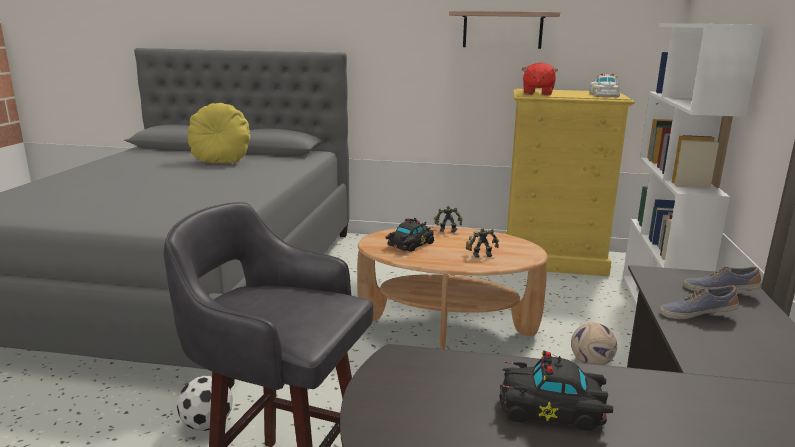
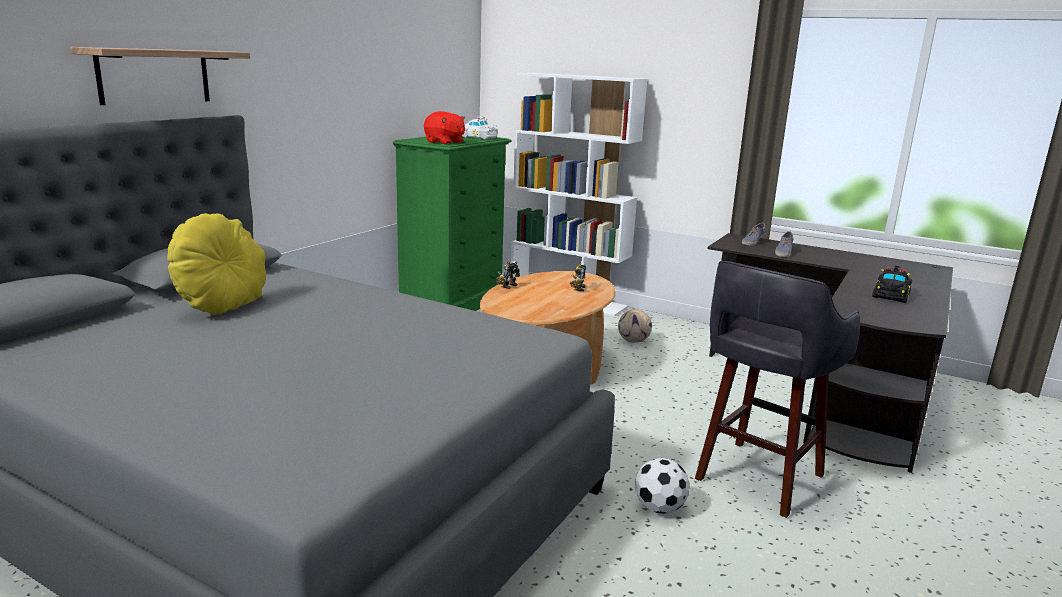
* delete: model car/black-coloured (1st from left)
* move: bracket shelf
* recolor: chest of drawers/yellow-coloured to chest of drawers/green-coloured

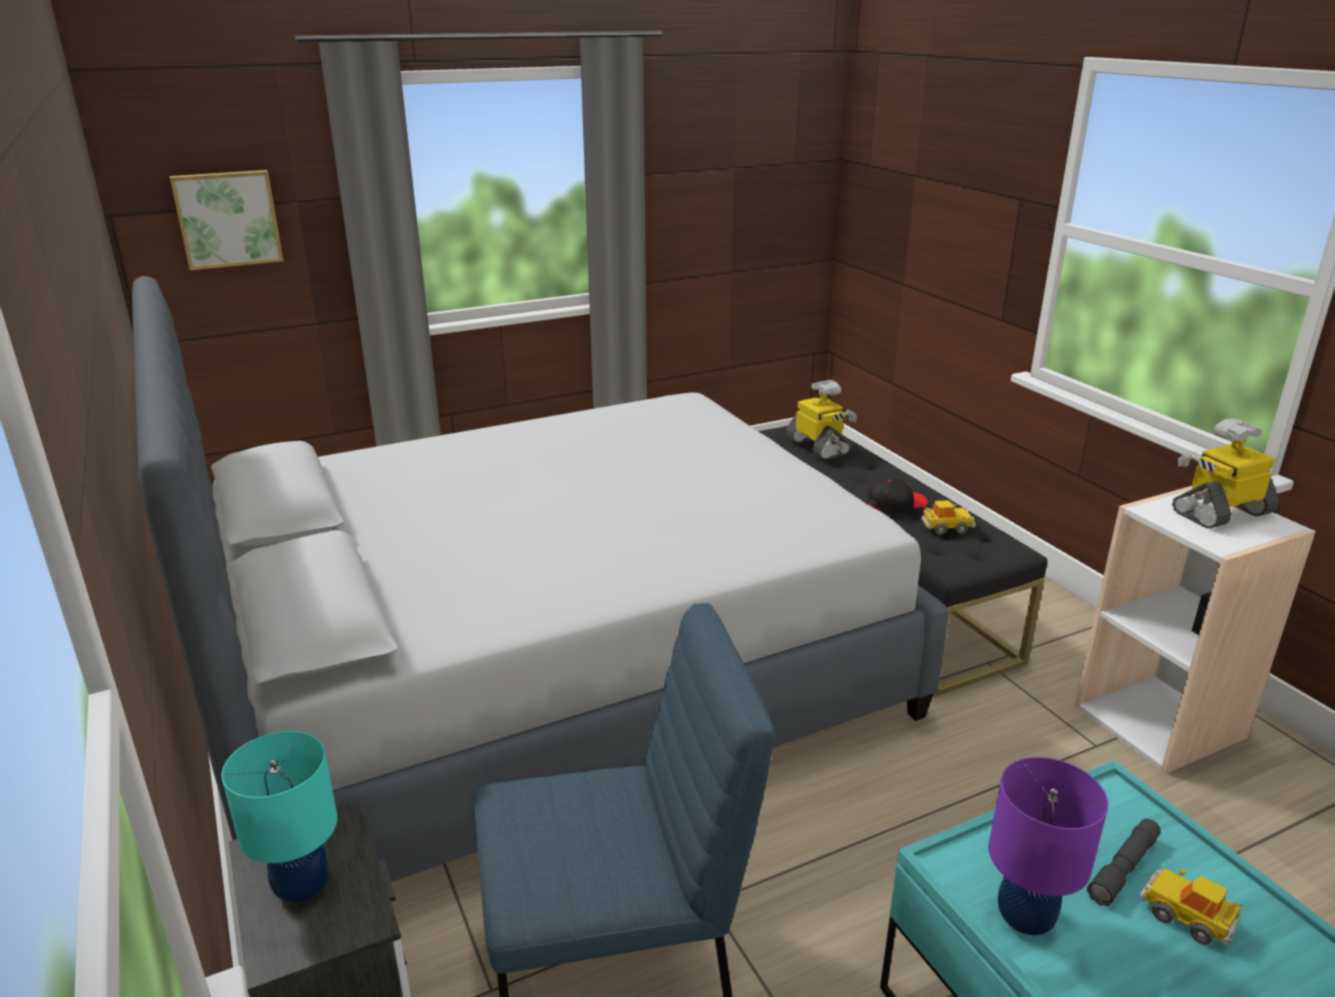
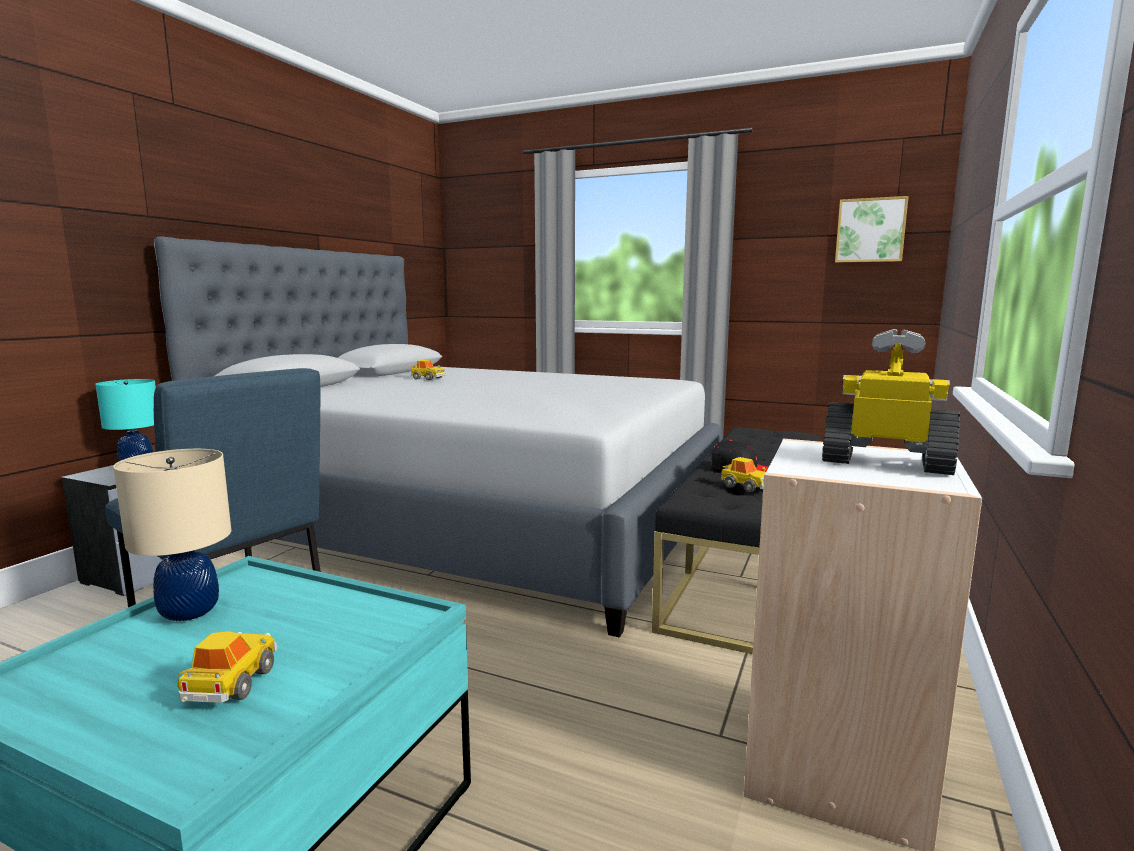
* move: picture
* delete: toy robot (1st from left)
* recolor: lamp for a table/purple to lamp for a table/sand-coloured
* delete: flashlight/gray
* insert: model car (2nd from left)

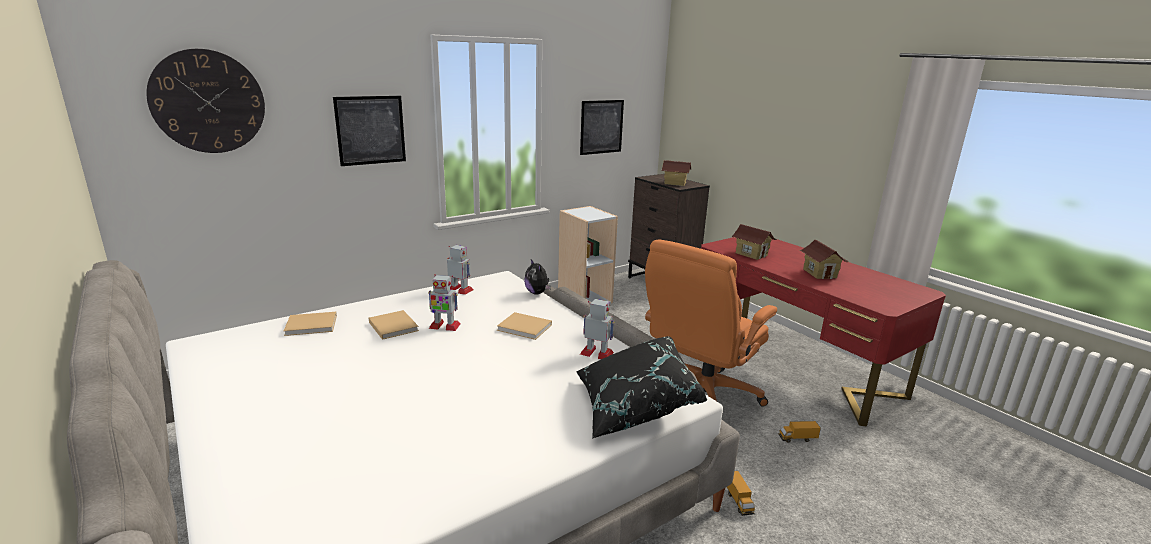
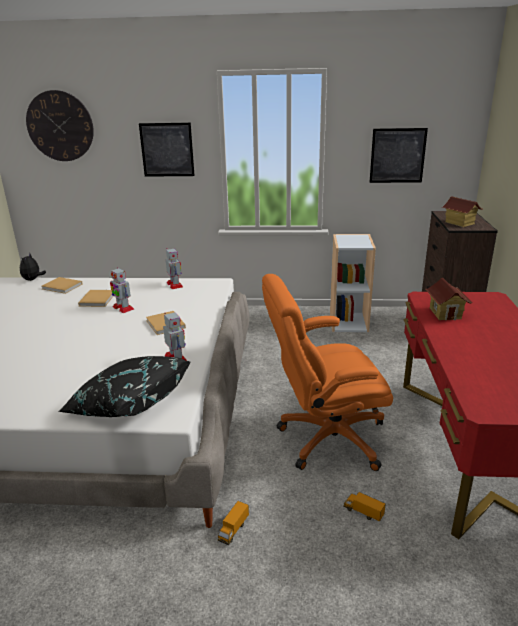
* move: plush toy
* delete: toy house (3rd from left)

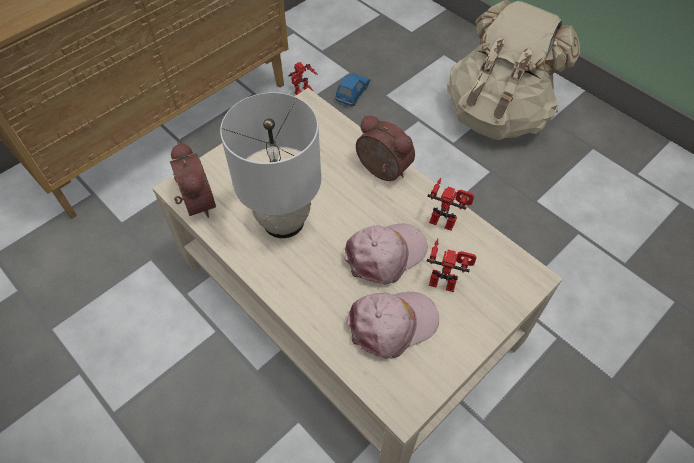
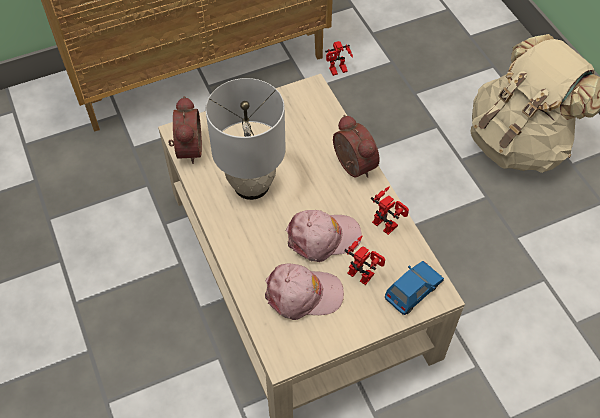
* move: model car/blue

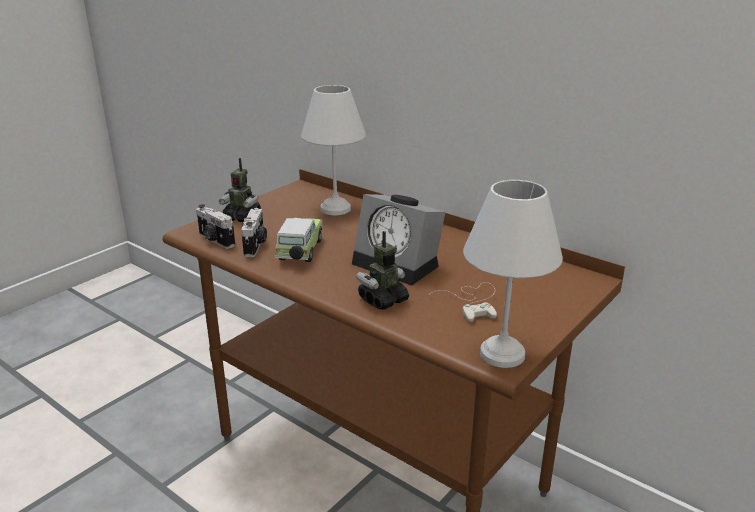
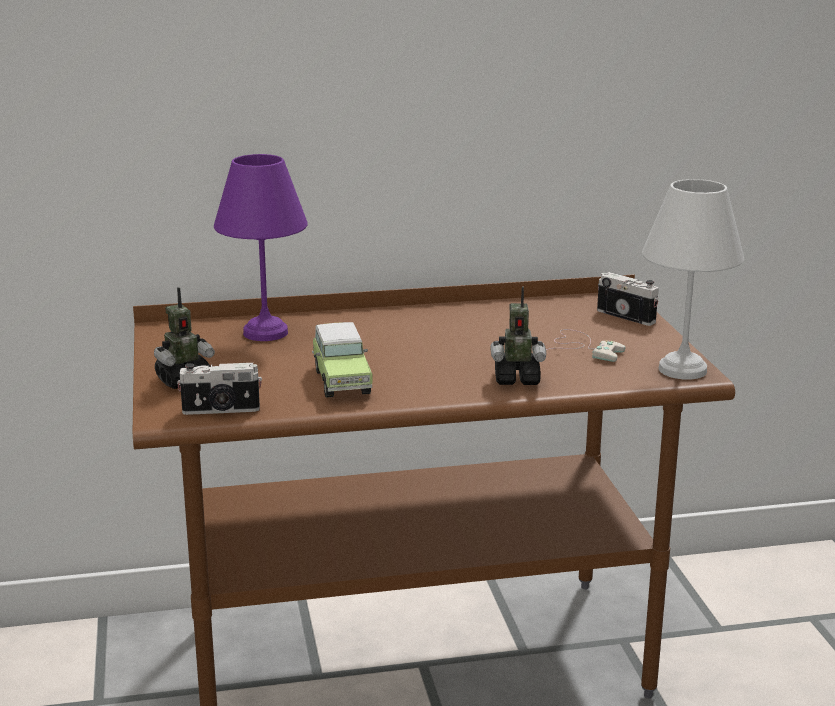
* move: still camera (2nd from left)
* rotate: model car 150 degrees counterclockwise
* recolor: lamp for a table/white (1st from left) to lamp for a table/purple
* delete: alarm clock
* rotate: toy robot (2nd from left) 90 degrees counterclockwise

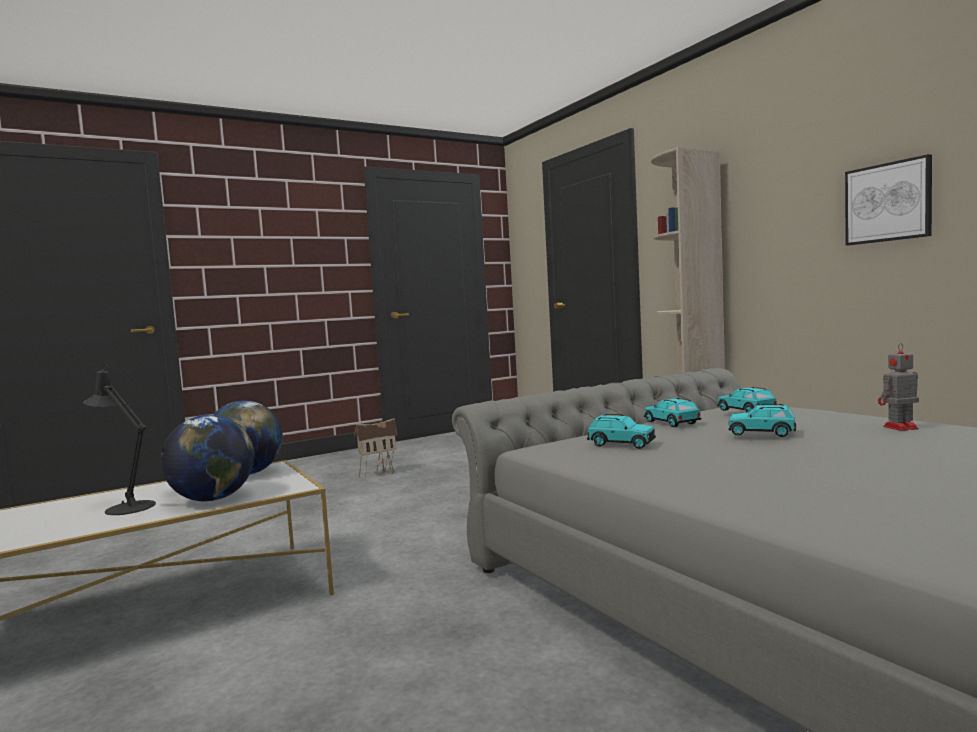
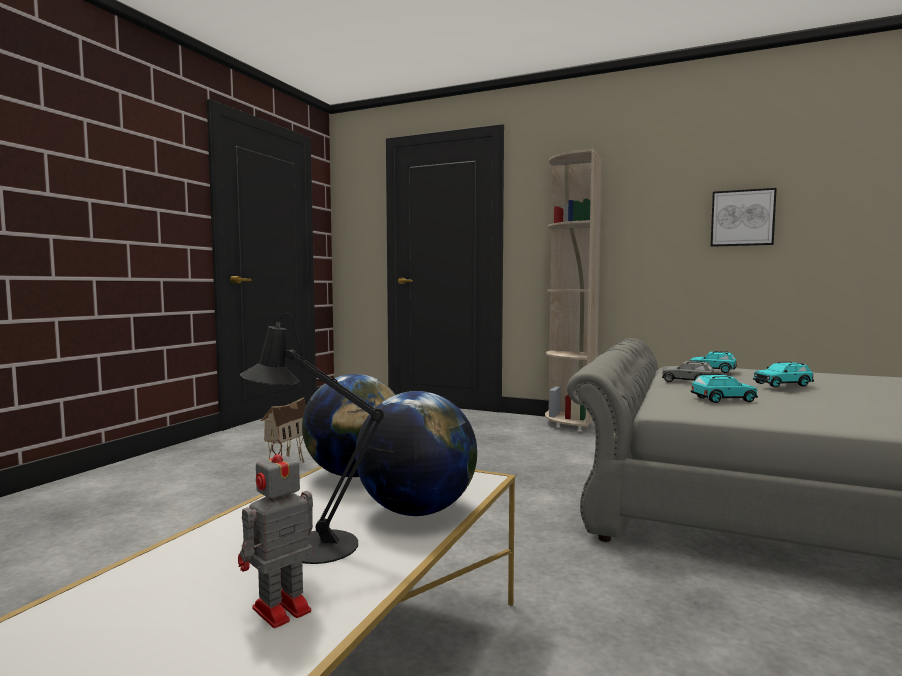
* recolor: model car/turquoise-coloured (2nd from left) to model car/gray
* move: toy robot

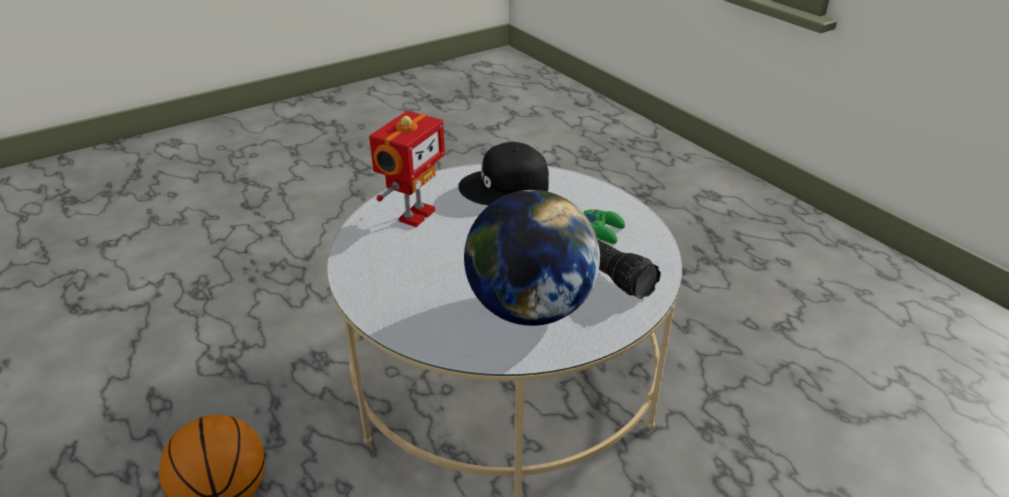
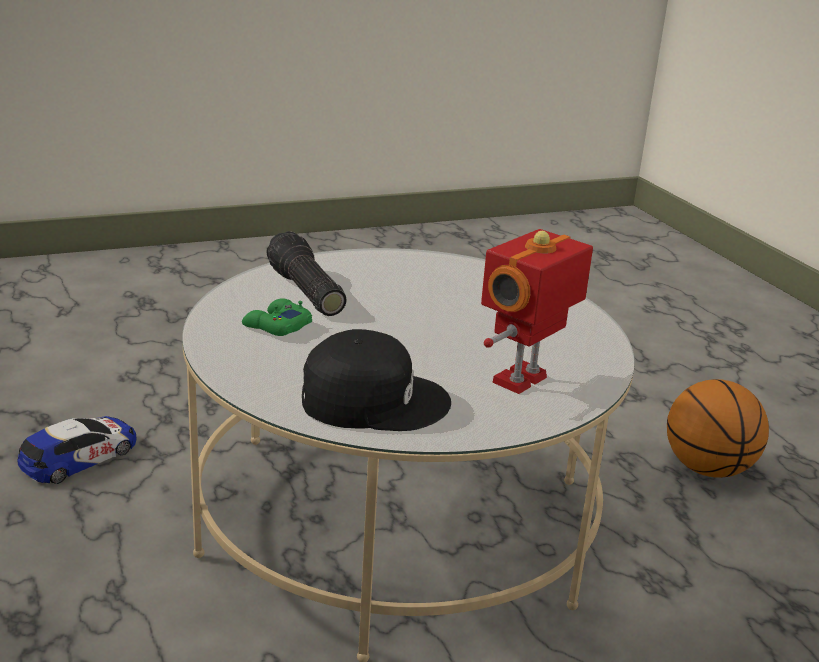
* delete: desk globe
* insert: model car

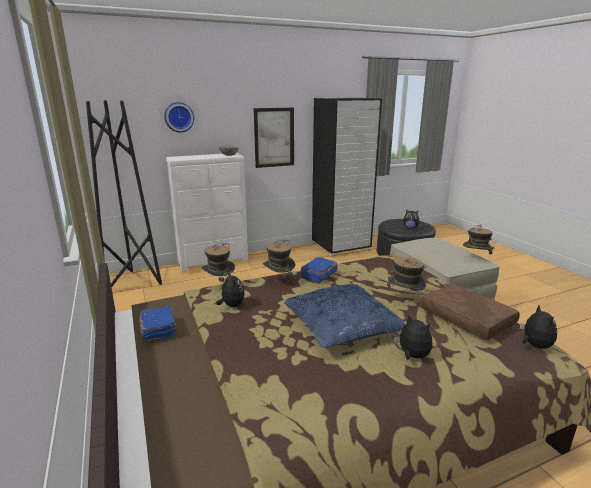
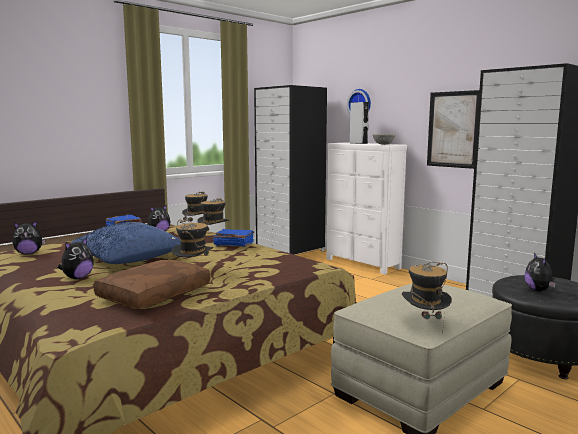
* replace: clothes rack/black-coloured to wardrobe (1st from left)
* move: plush toy (4th from left in the first image) to plush toy (1st from left)
* insert: speaker/gray

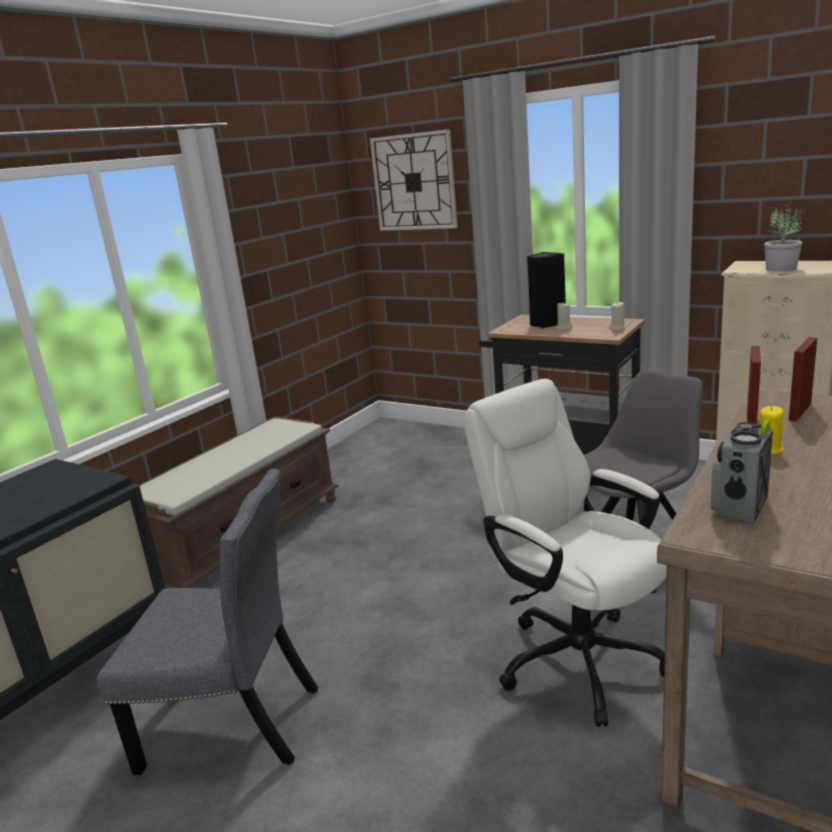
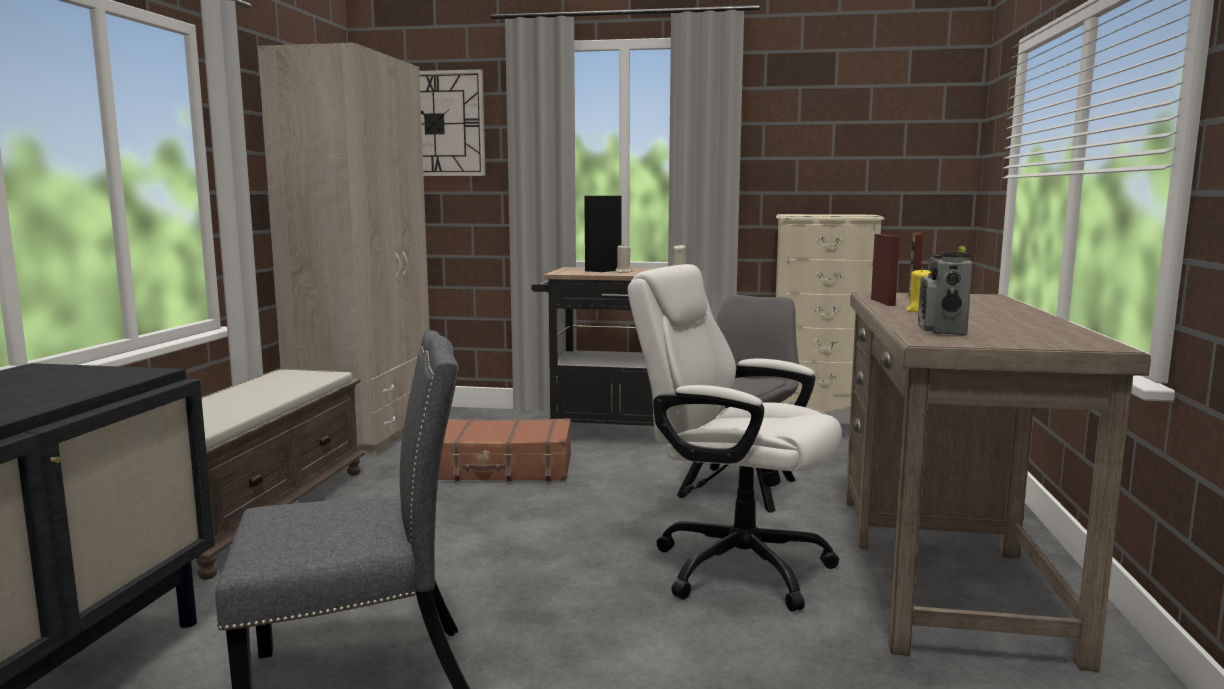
* delete: houseplant
* insert: wardrobe/sand-coloured
* insert: travel case/brownish

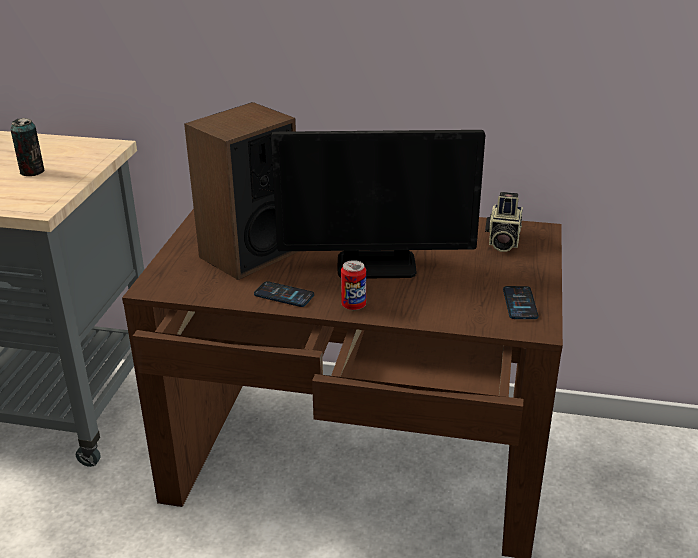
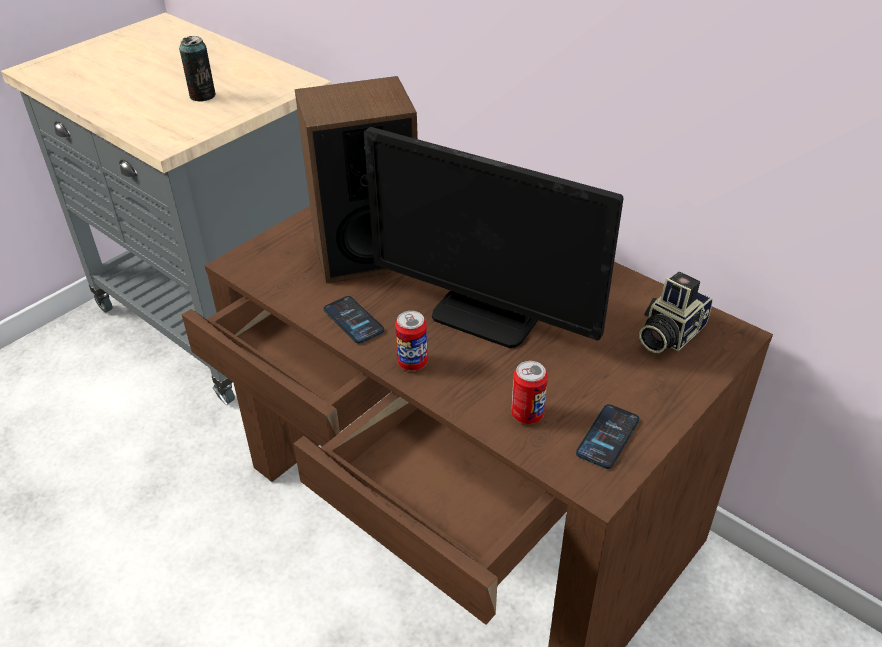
* insert: sealed can (3rd from left)

